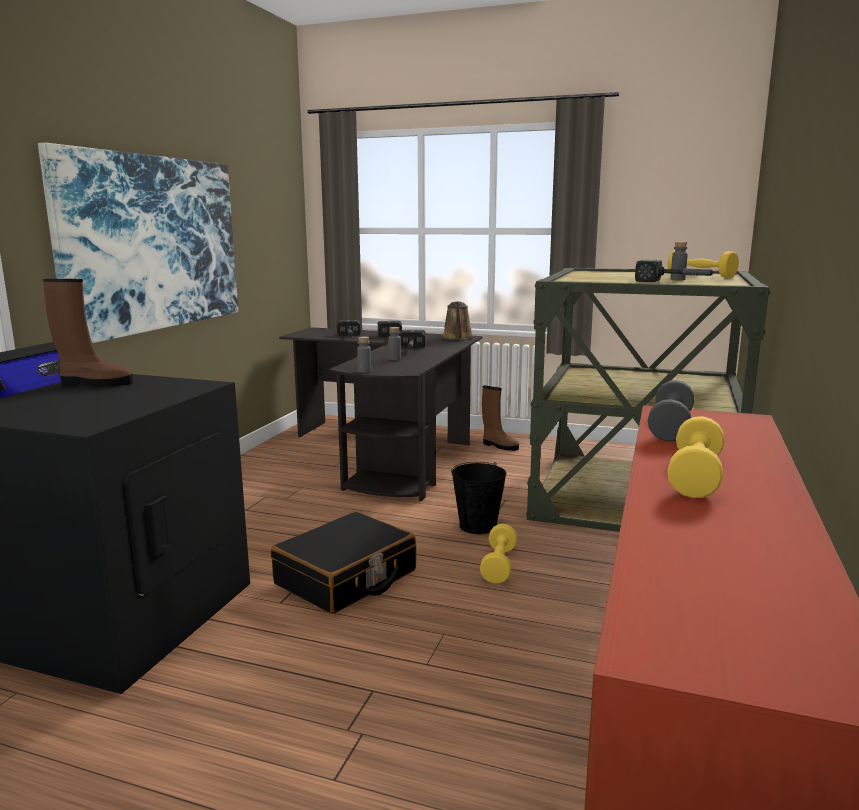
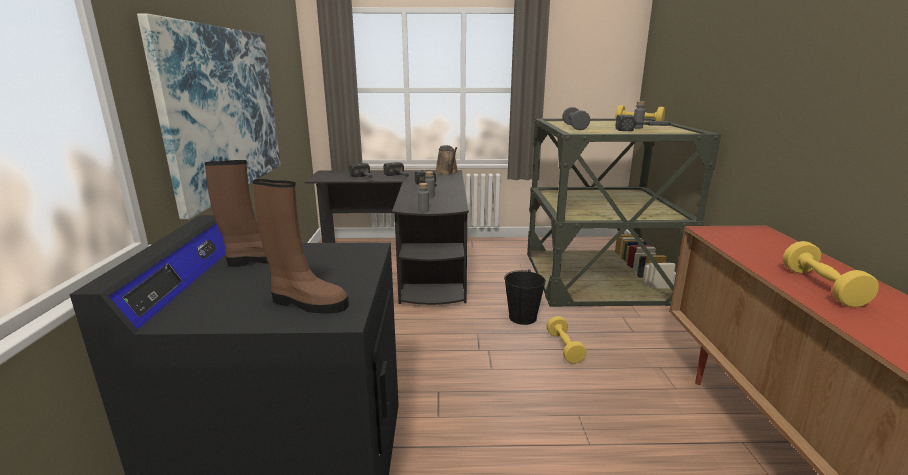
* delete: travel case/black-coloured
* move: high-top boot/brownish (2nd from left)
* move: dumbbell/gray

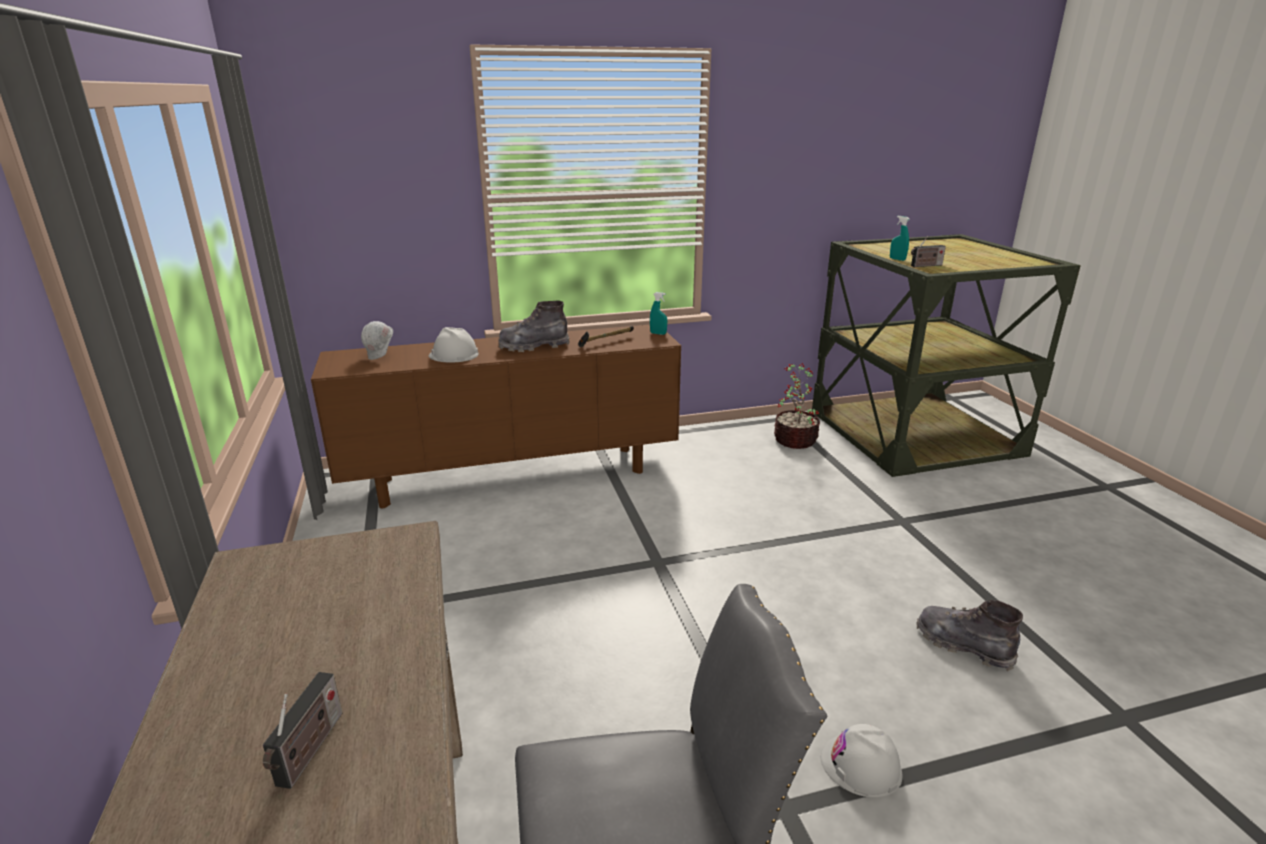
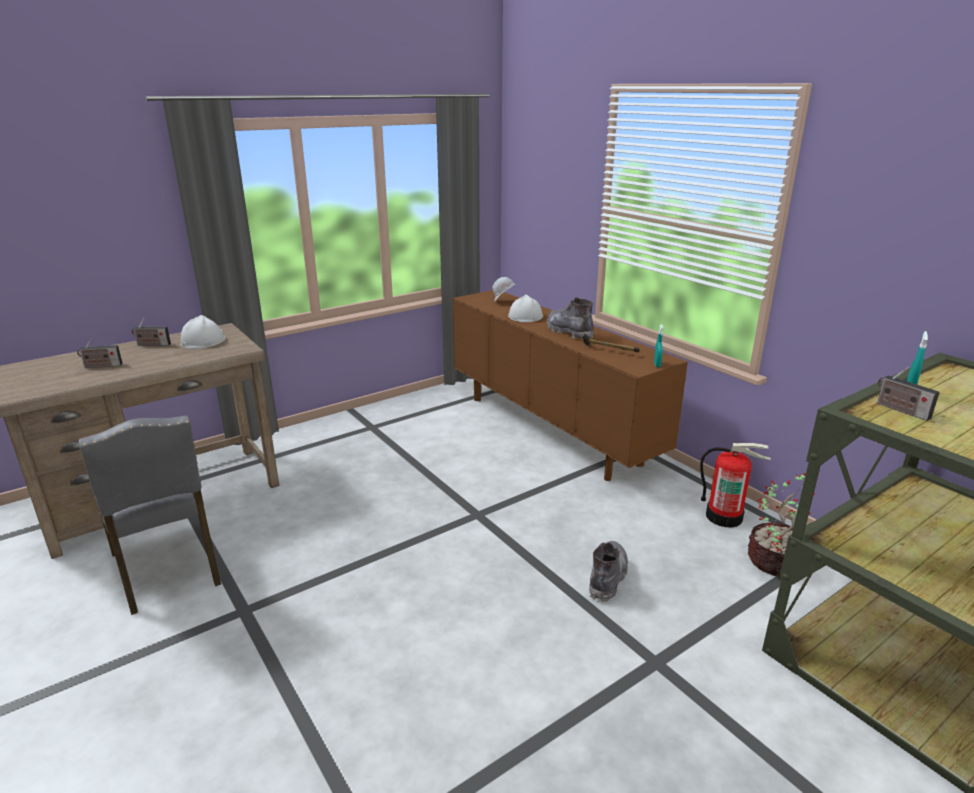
* move: safety helmet/white (3rd from left in the first image) to safety helmet/white (1st from left)
* move: high-top boot/gray (2nd from left)
* insert: radio (2nd from left)
* insert: fire-fighting cylinder

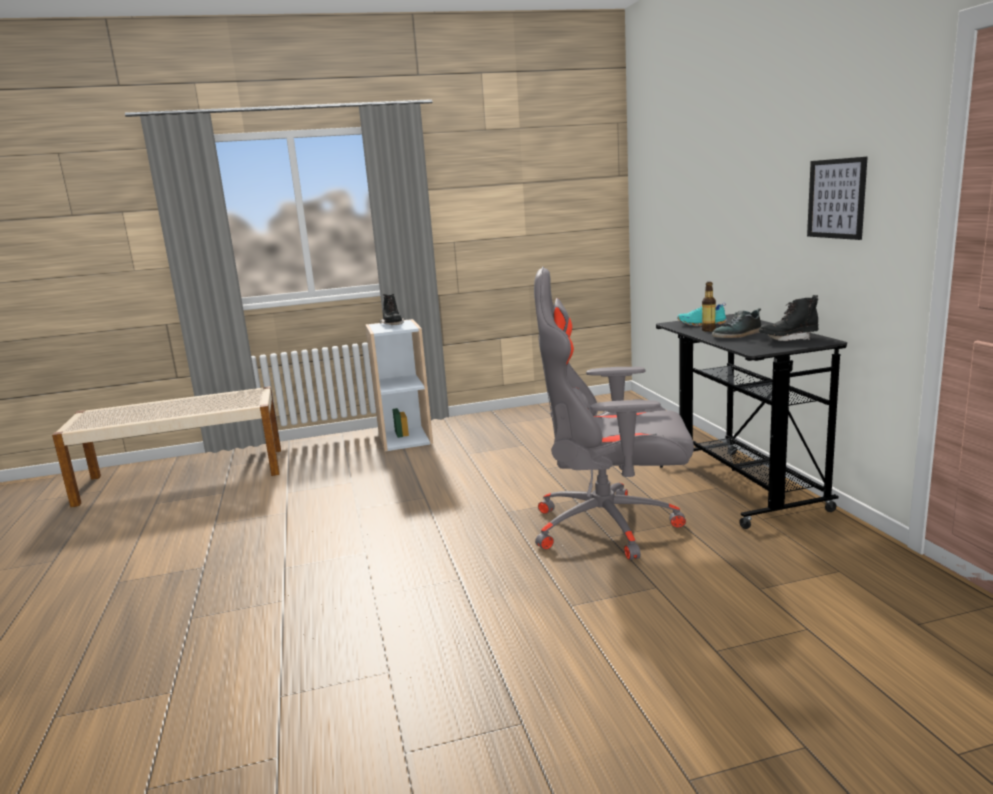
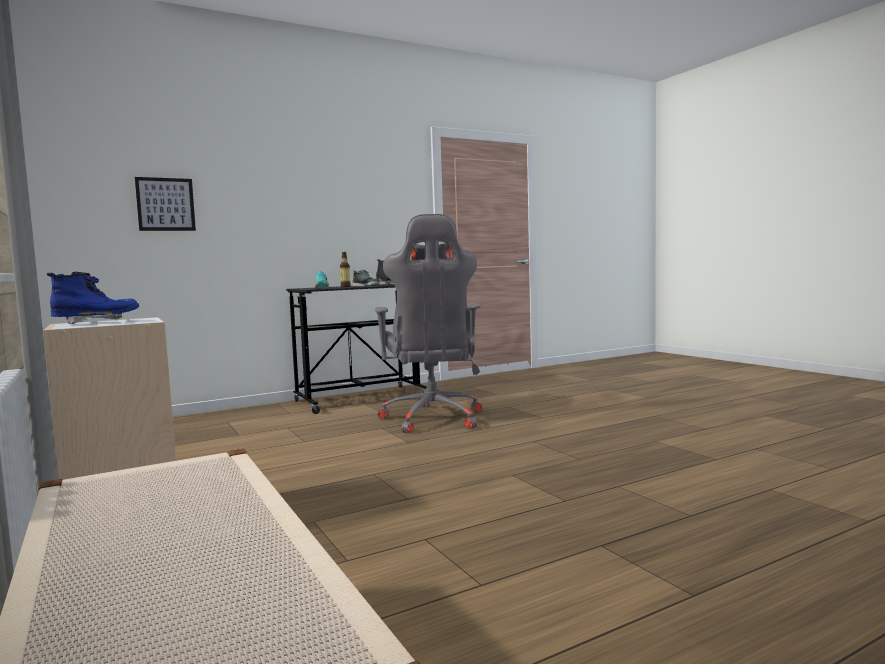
* recolor: high-top boot/black-coloured (1st from left) to high-top boot/blue
* move: picture

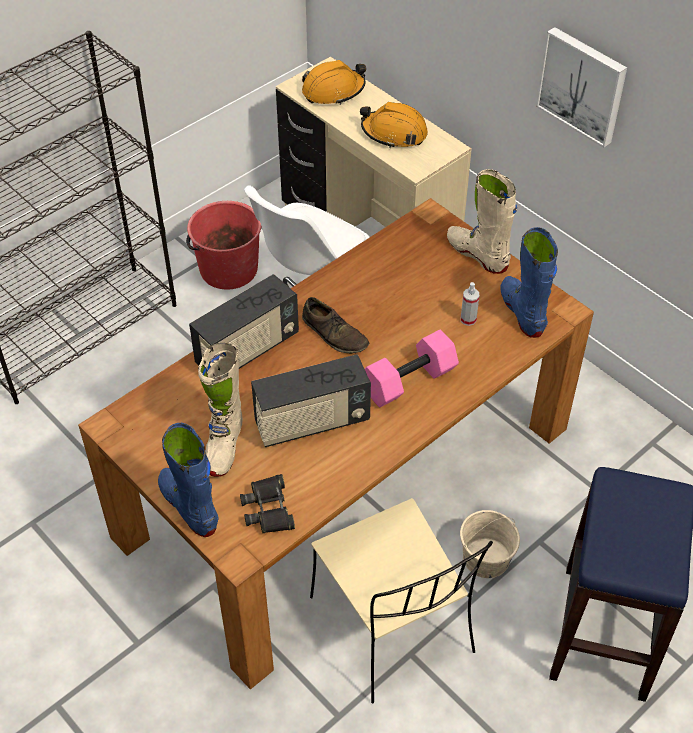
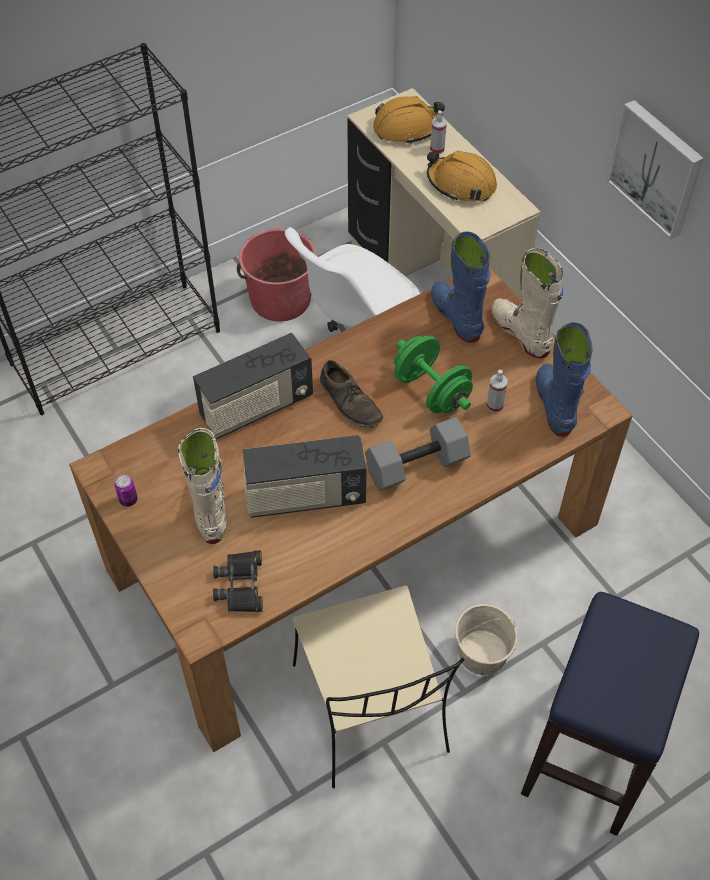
* move: high-top boot/blue (1st from left)
* rotate: high-top boot/sand-coloured (1st from left) 150 degrees clockwise
* recolor: dumbbell/pink-coloured to dumbbell/gray
* insert: sealed can
* insert: dumbbell/green-coloured
* insert: spray bottle (1st from left)

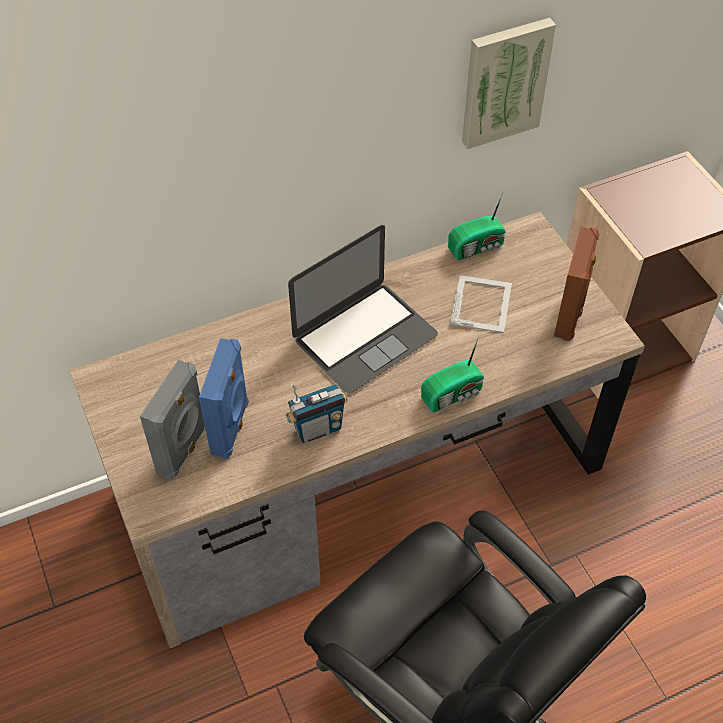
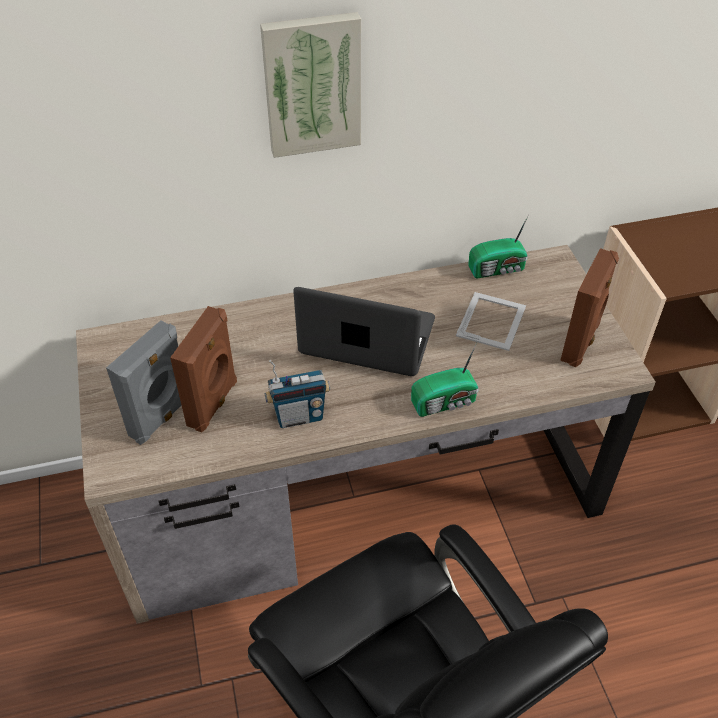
* recolor: speaker/blue to speaker/brownish (1st from left)
* rotate: notebook computer 135 degrees counterclockwise
* move: picture

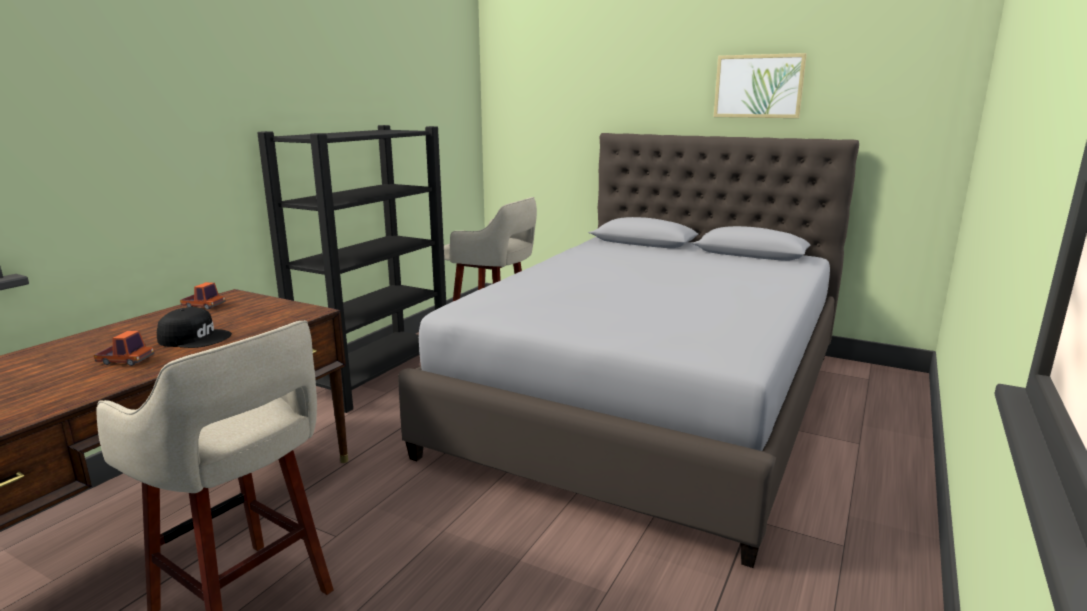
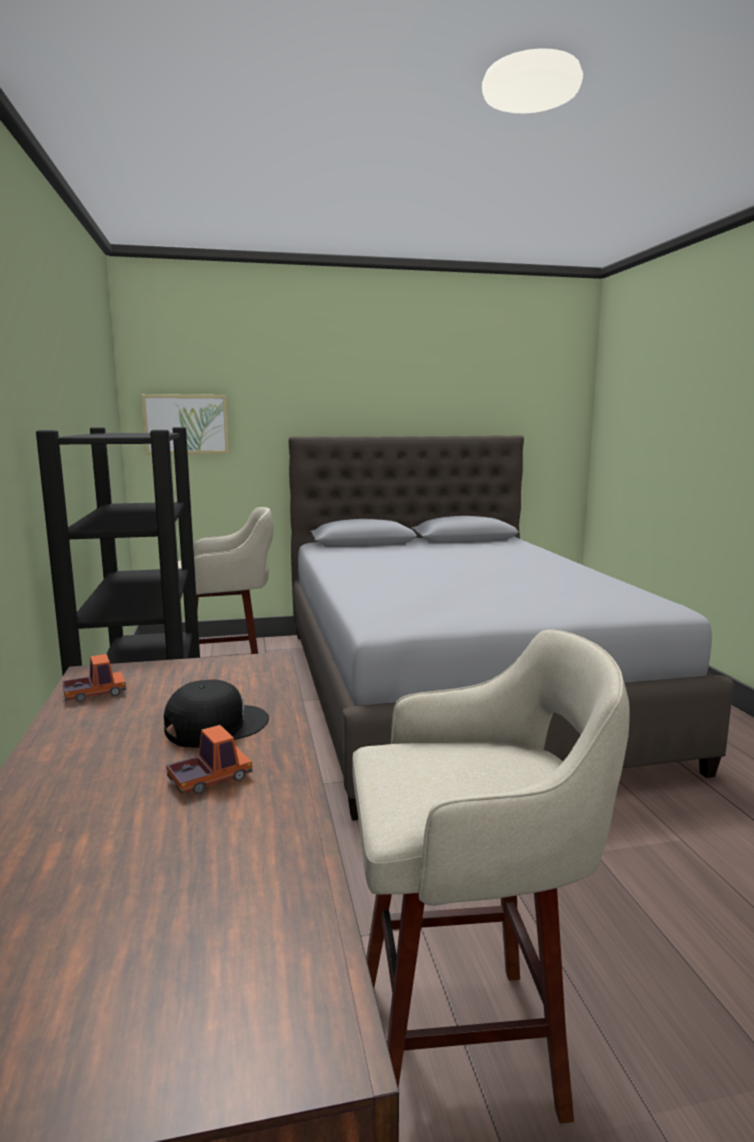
* move: picture

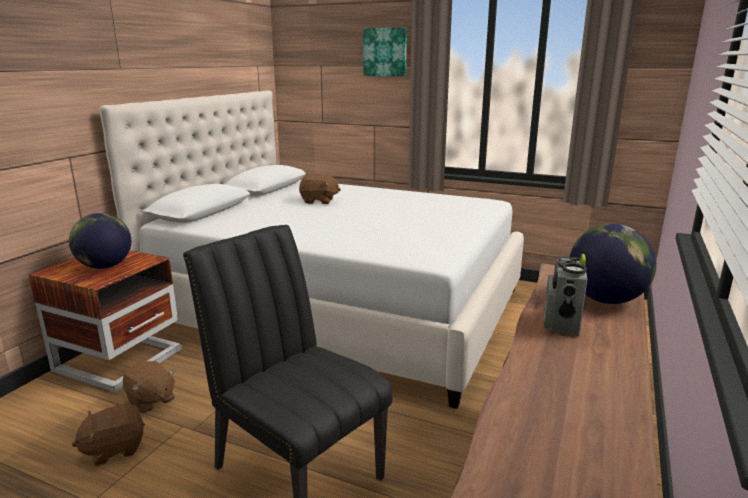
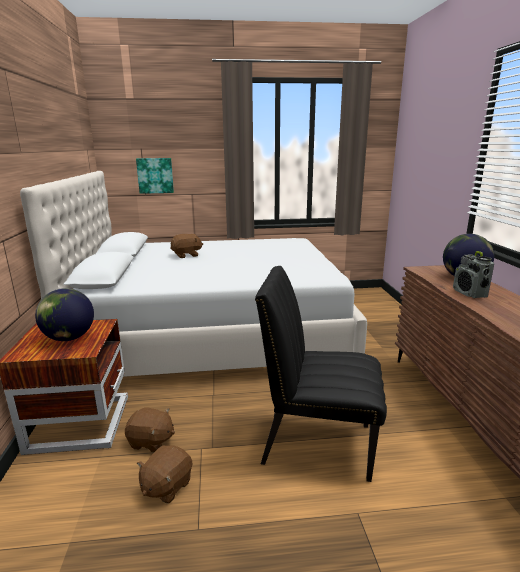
* move: picture

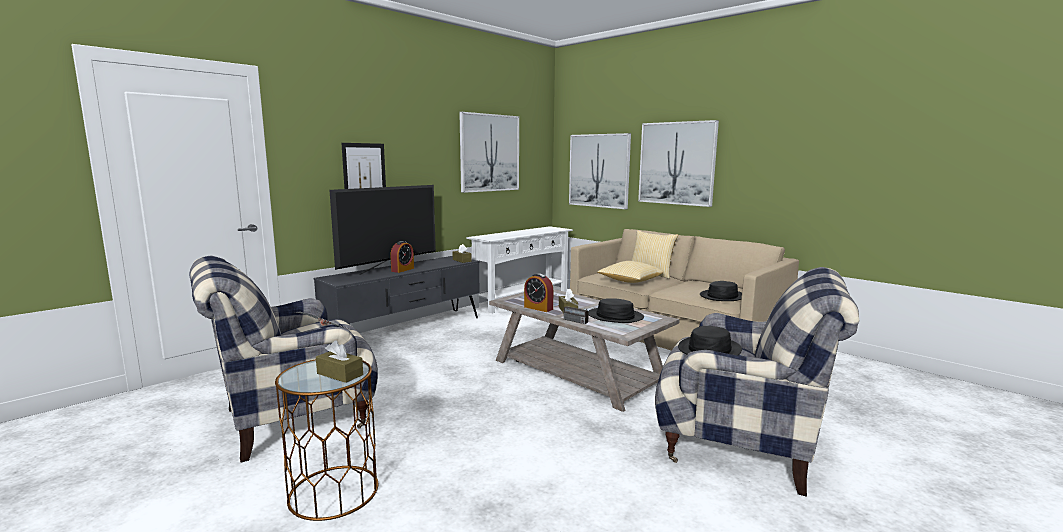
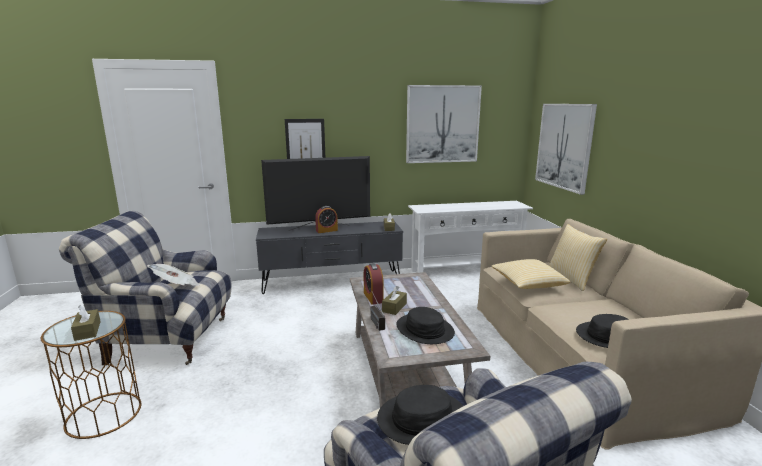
* delete: picture (4th from left)

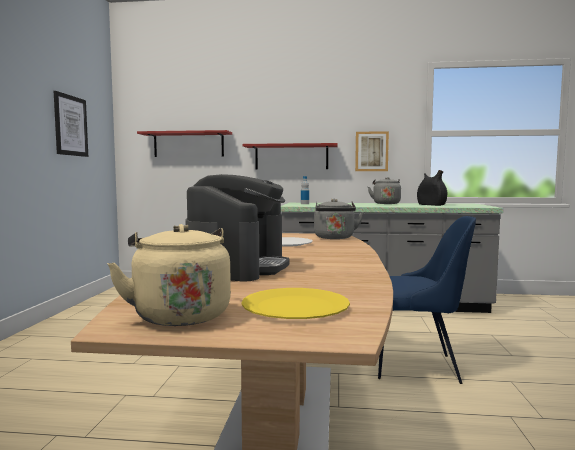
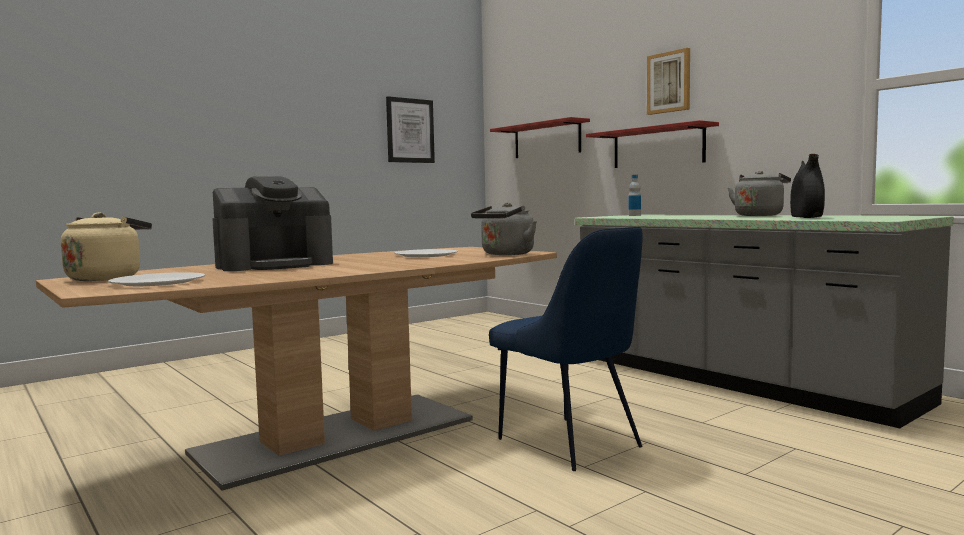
* recolor: plate/yellow-coloured to plate/white (1st from left)
* move: picture (2nd from left)

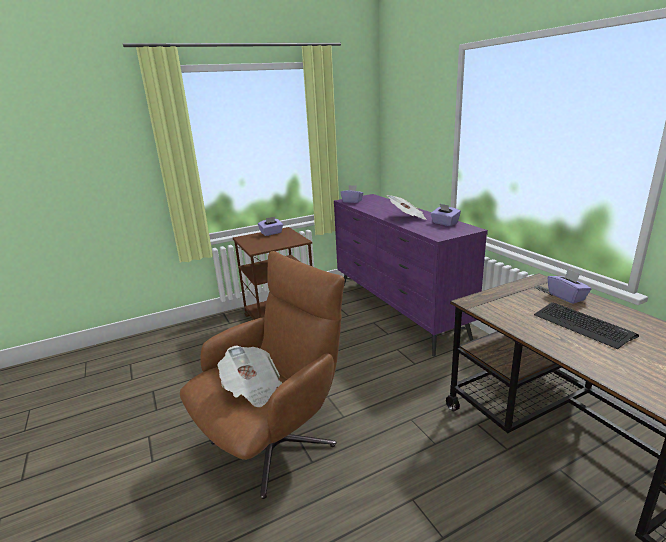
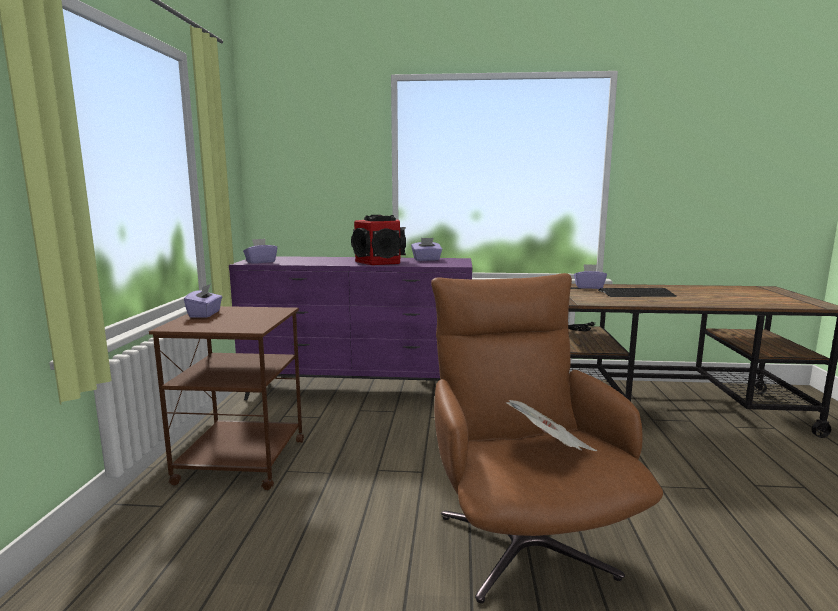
* replace: printed paper (2nd from left) to speaker

